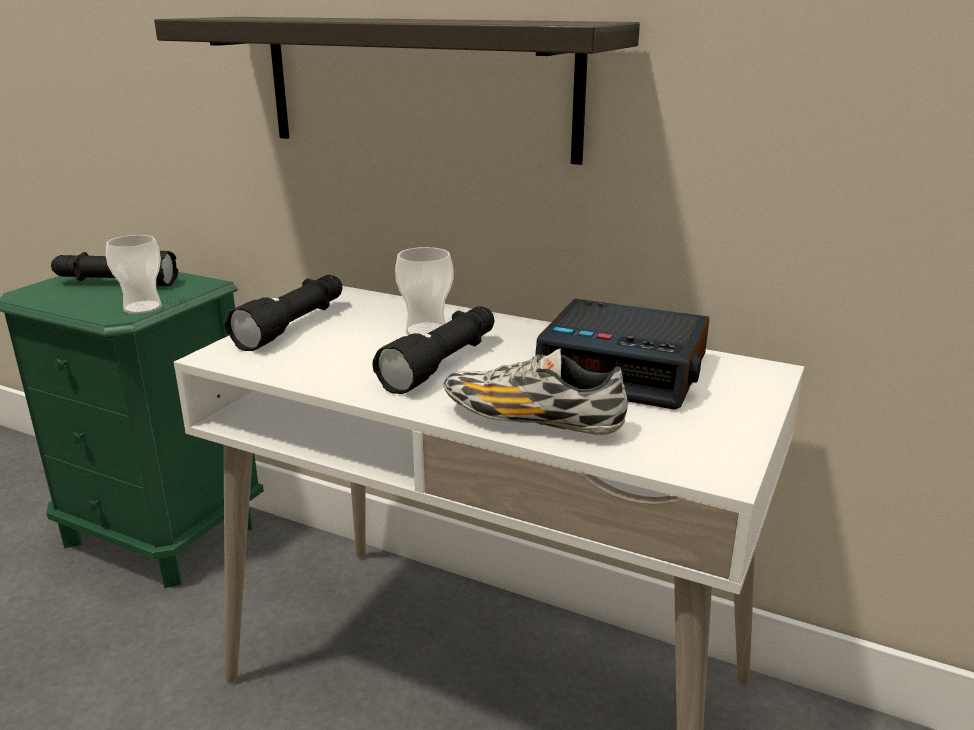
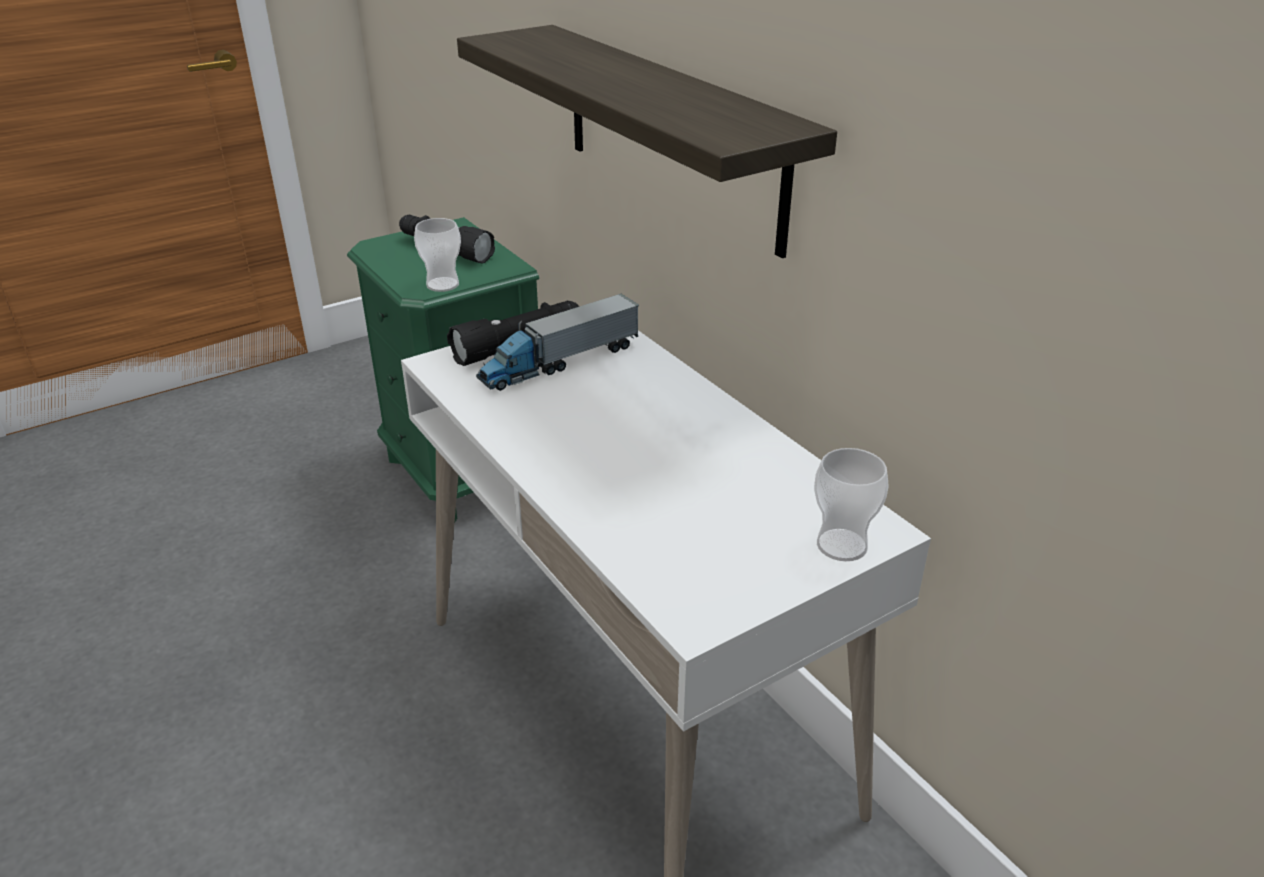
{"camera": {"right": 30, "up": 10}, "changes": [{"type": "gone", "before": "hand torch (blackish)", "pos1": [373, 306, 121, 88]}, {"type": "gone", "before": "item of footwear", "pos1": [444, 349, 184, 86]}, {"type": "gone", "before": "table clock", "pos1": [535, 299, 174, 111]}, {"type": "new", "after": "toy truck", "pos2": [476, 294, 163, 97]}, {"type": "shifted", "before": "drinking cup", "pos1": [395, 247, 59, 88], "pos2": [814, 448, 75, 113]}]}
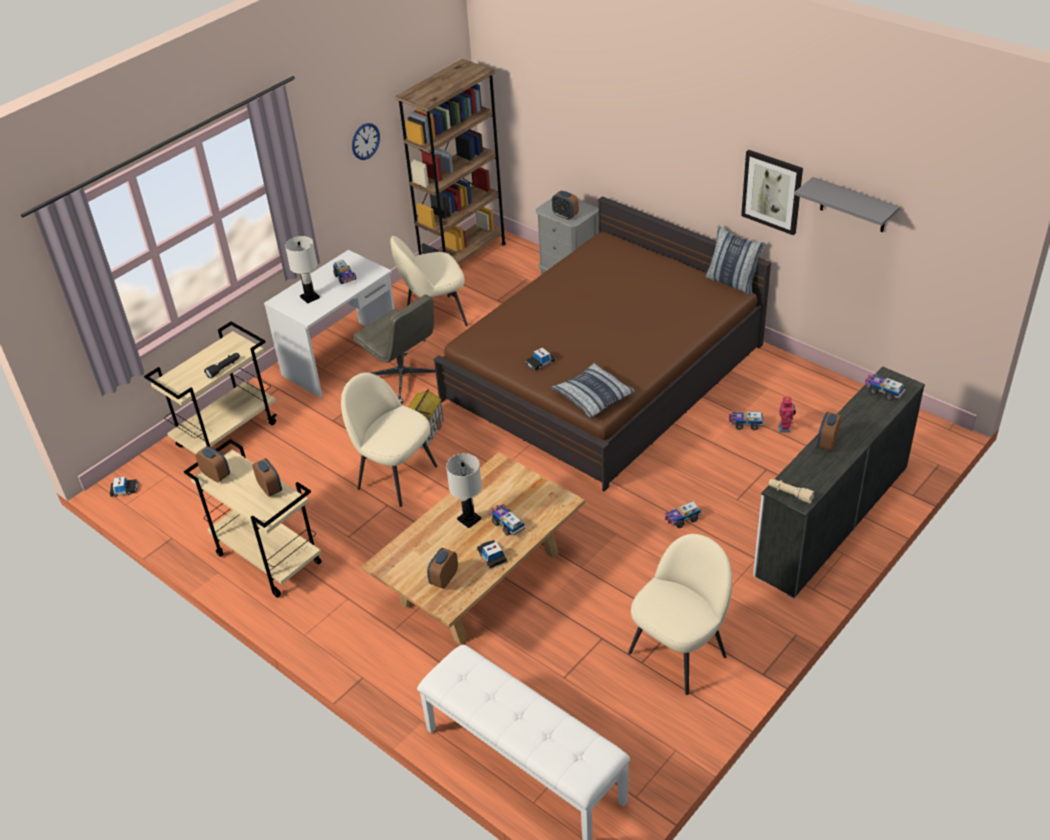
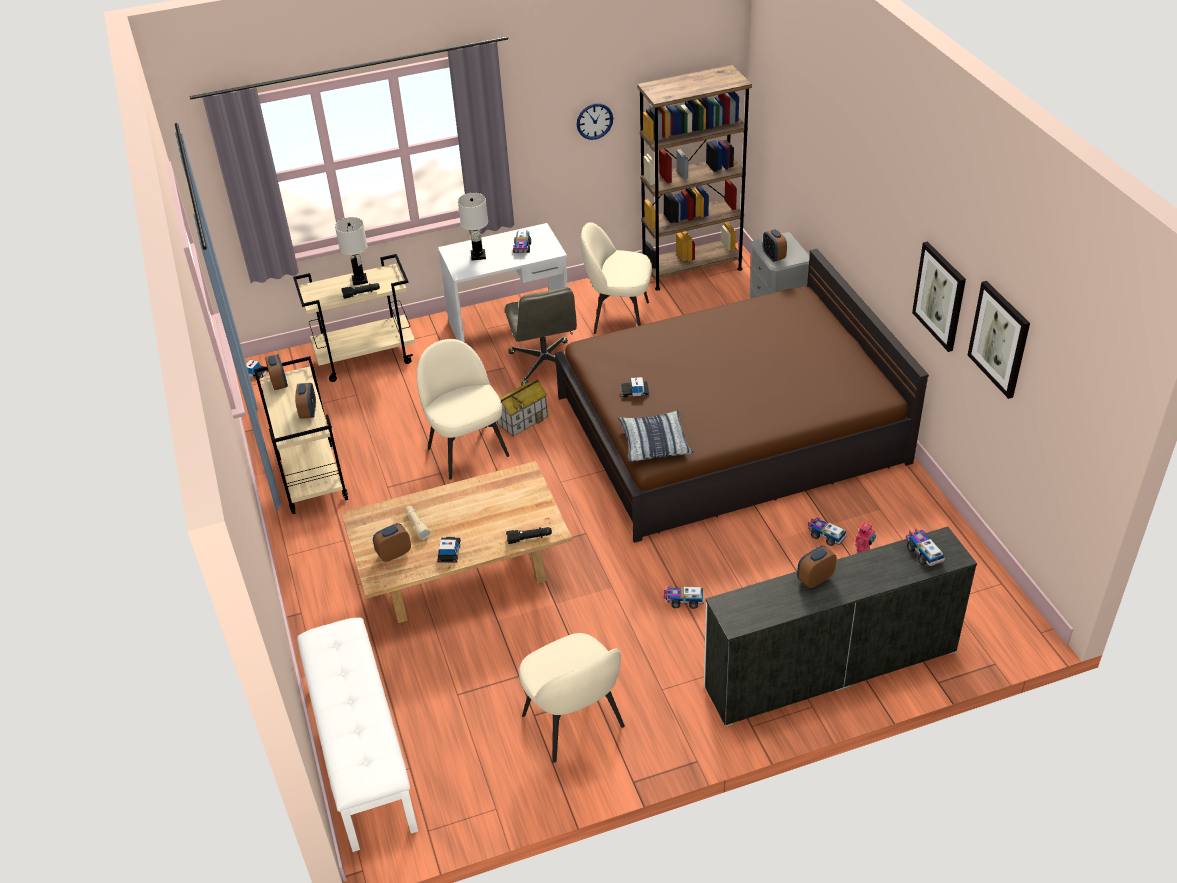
{"camera": {"right": 30, "up": 0}, "changes": [{"type": "gone", "before": "toy truck", "pos1": [490, 504, 35, 32]}, {"type": "gone", "before": "throw pillow", "pos1": [705, 225, 60, 71]}, {"type": "new", "after": "hand torch (blackish)", "pos2": [506, 527, 46, 17]}, {"type": "shifted", "before": "table lamp (whitish)", "pos1": [446, 453, 36, 75], "pos2": [335, 217, 33, 69]}, {"type": "shifted", "before": "hand torch (beige)", "pos1": [769, 479, 46, 25], "pos2": [406, 506, 24, 34]}, {"type": "swapped", "before": "bracket shelf (greyish)", "after": "wall art", "pos1": [795, 177, 105, 55], "pos2": [968, 281, 62, 118]}, {"type": "rotated", "before": "upright chair (beige)", "pos1": [628, 534, 104, 161], "pos2": [519, 633, 106, 130], "turn": 75}]}
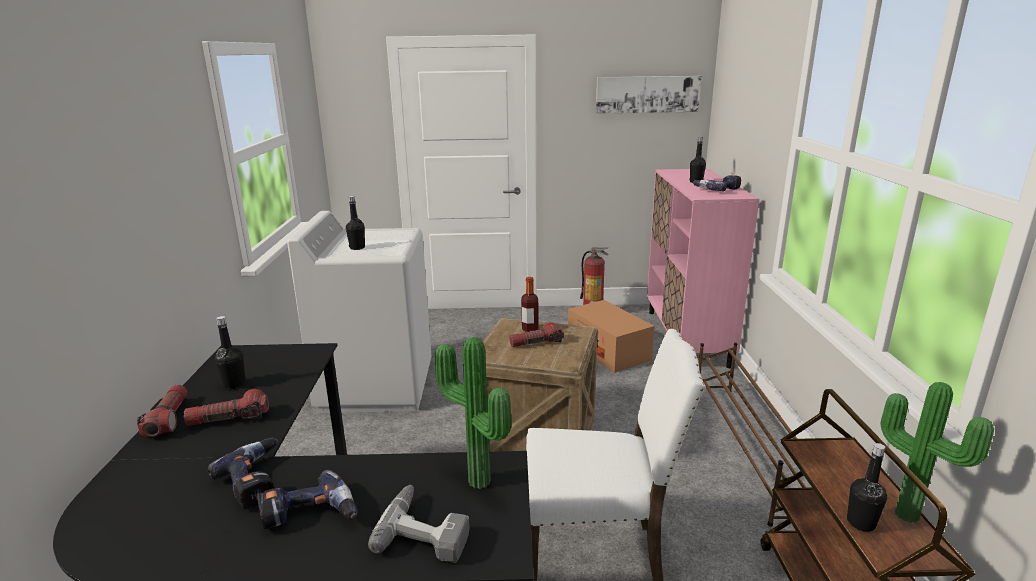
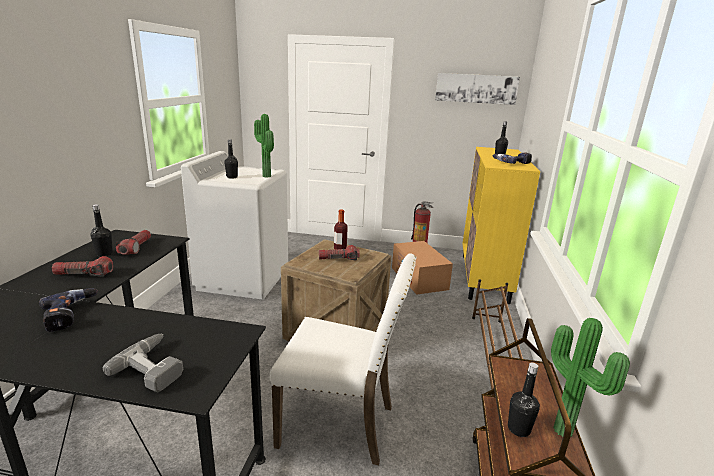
{"camera": {"right": 10, "up": 0}, "changes": [{"type": "gone", "before": "electric drill", "pos1": [256, 470, 102, 59]}, {"type": "shifted", "before": "hand torch", "pos1": [137, 385, 50, 52], "pos2": [116, 230, 35, 25]}, {"type": "shifted", "before": "potted plant", "pos1": [435, 337, 77, 152], "pos2": [254, 114, 20, 64]}, {"type": "repainted", "before": "storage cabinet (pink-coloured)", "after": "storage cabinet (yellow-coloured)", "pos1": [647, 169, 112, 199], "pos2": [463, 147, 77, 157]}]}
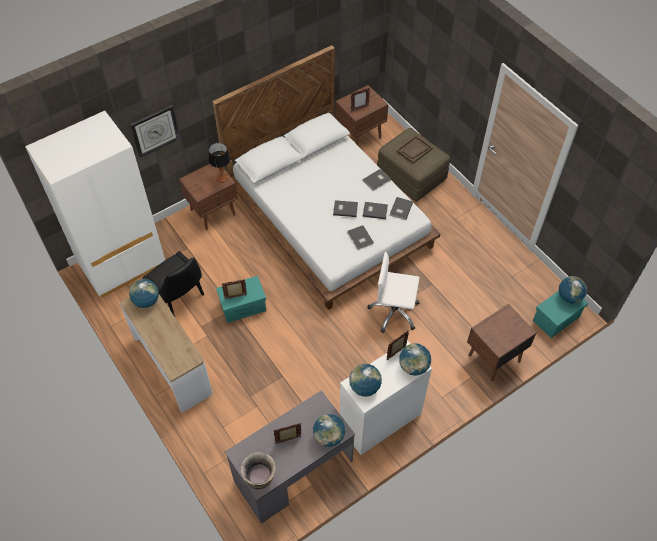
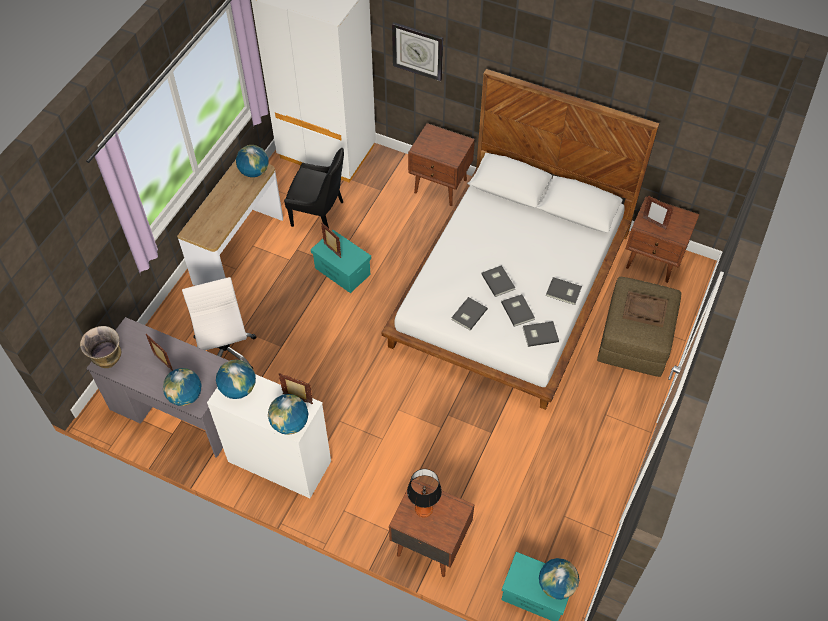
{"camera": {"right": 60, "up": 0}, "changes": [{"type": "shifted", "before": "table lamp", "pos1": [208, 143, 23, 40], "pos2": [407, 469, 35, 49]}, {"type": "shifted", "before": "office chair (whitish)", "pos1": [367, 252, 53, 81], "pos2": [182, 277, 74, 91]}, {"type": "rotated", "before": "upright chair (blackish)", "pos1": [143, 251, 61, 65], "pos2": [284, 148, 60, 80], "turn": -90}]}
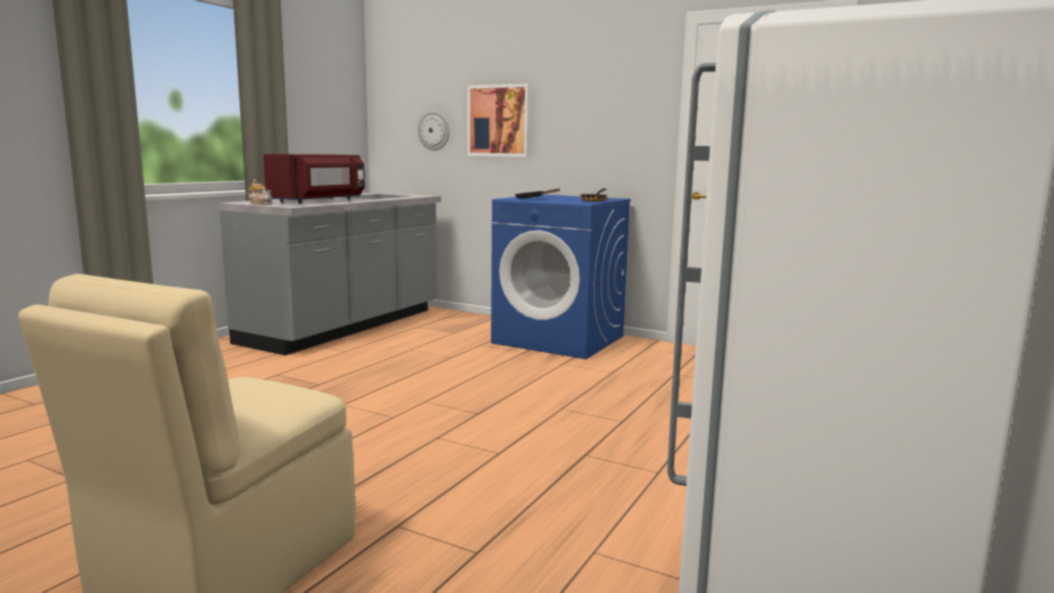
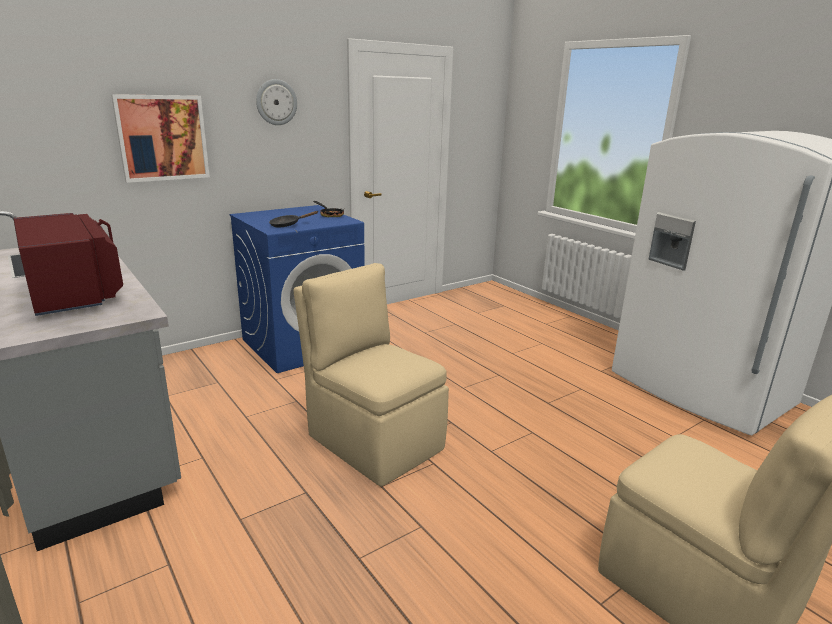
{"camera": {"right": -65, "up": 10}, "changes": [{"type": "gone", "before": "pot for tea", "pos1": [247, 179, 25, 26]}, {"type": "new", "after": "upright chair (beige)", "pos2": [294, 263, 155, 223]}, {"type": "shifted", "before": "wall clock", "pos1": [418, 111, 32, 39], "pos2": [256, 79, 41, 46]}]}
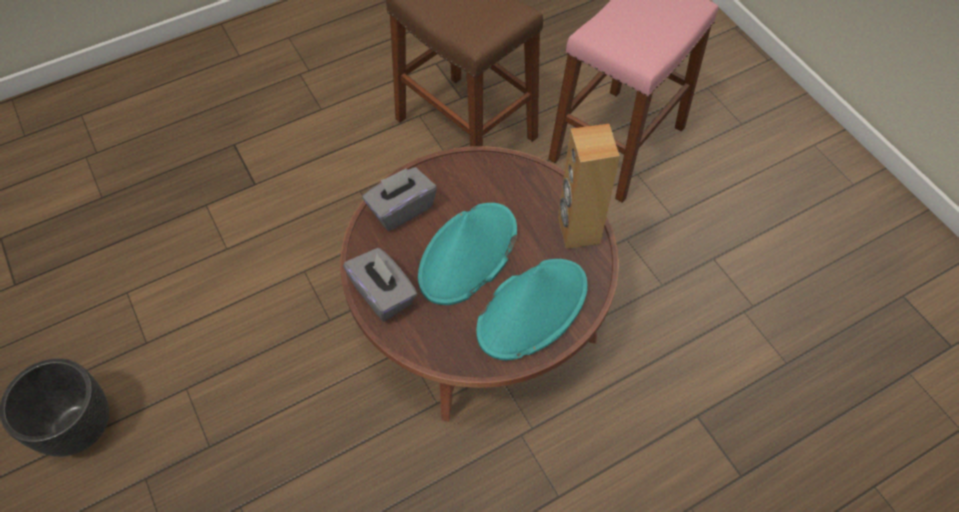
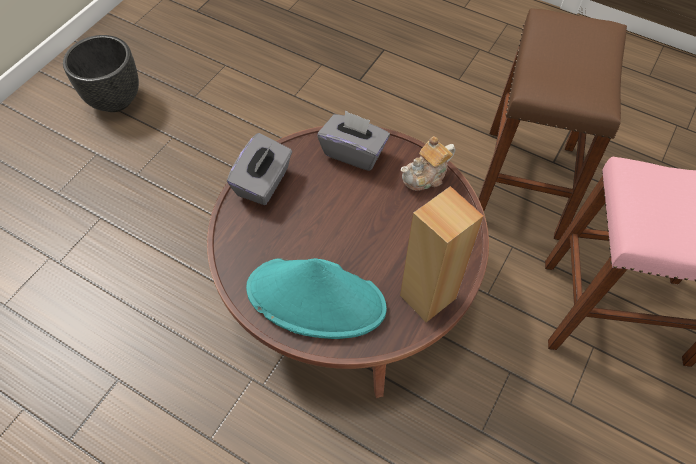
{"camera": {"right": 60, "up": 0}, "changes": [{"type": "gone", "before": "clothing hat (blue-green)", "pos1": [418, 203, 99, 102]}, {"type": "new", "after": "pot for tea", "pos2": [401, 136, 55, 55]}]}
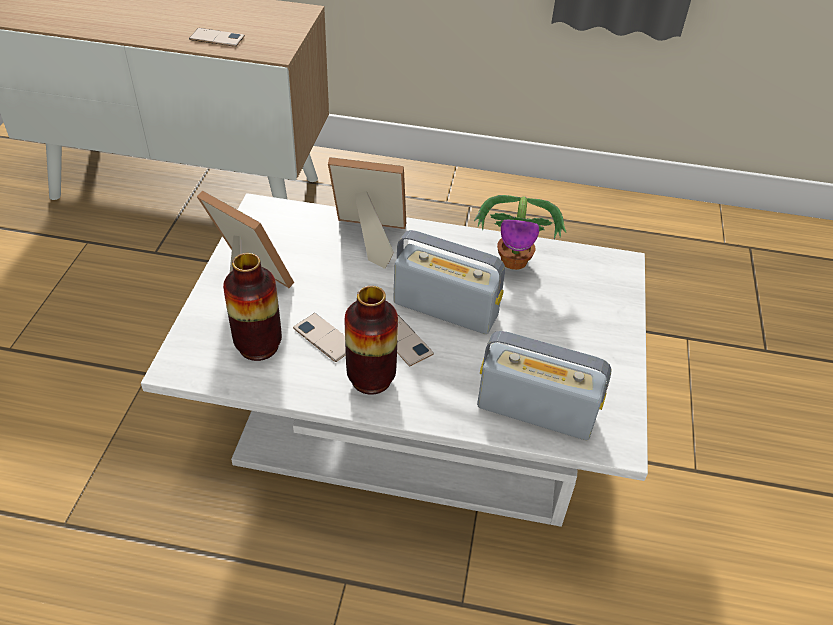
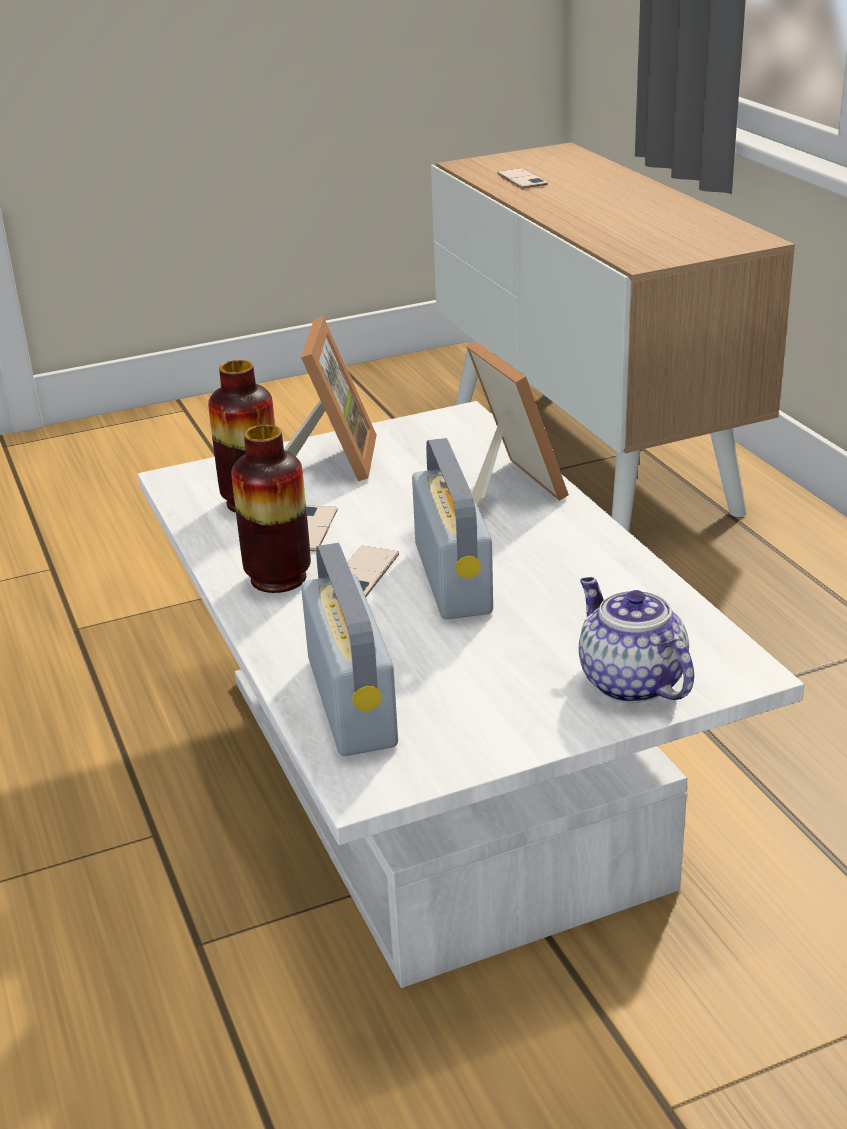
{"camera": {"right": 60, "up": -15}, "changes": [{"type": "gone", "before": "potted plant", "pos1": [474, 195, 93, 75]}, {"type": "new", "after": "pot for tea", "pos2": [579, 577, 115, 126]}, {"type": "shifted", "before": "telephone", "pos1": [189, 28, 56, 19], "pos2": [498, 168, 50, 21]}]}
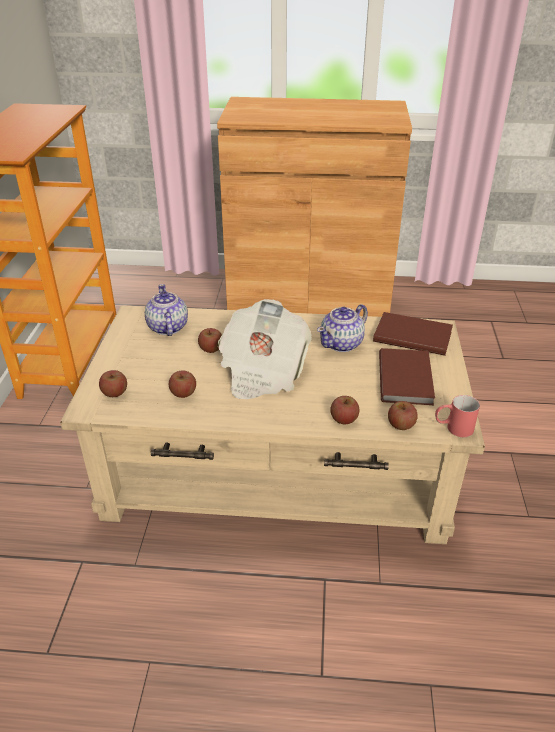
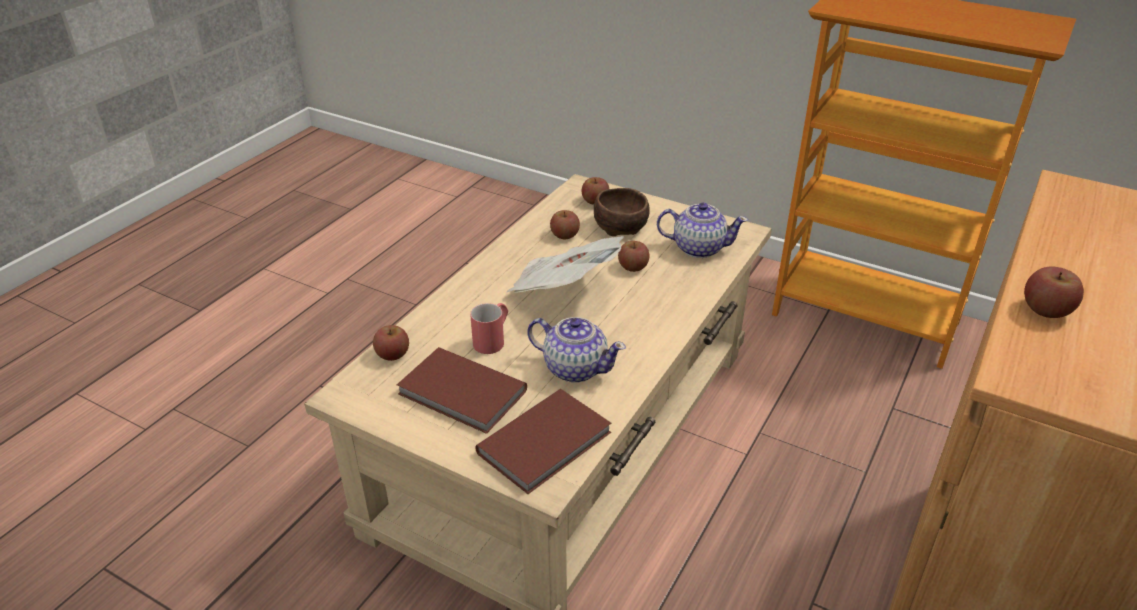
{"camera": {"right": 115, "up": 0}, "changes": [{"type": "new", "after": "serving bowl (brown)", "pos2": [594, 188, 56, 48]}, {"type": "shifted", "before": "apple fruit", "pos1": [331, 396, 28, 28], "pos2": [1024, 266, 60, 52]}, {"type": "shifted", "before": "coffee mug (red)", "pos1": [435, 395, 45, 42], "pos2": [470, 303, 38, 51]}, {"type": "rotated", "before": "pot for tea", "pos1": [317, 304, 51, 48], "pos2": [527, 317, 99, 66], "turn": 135}]}
